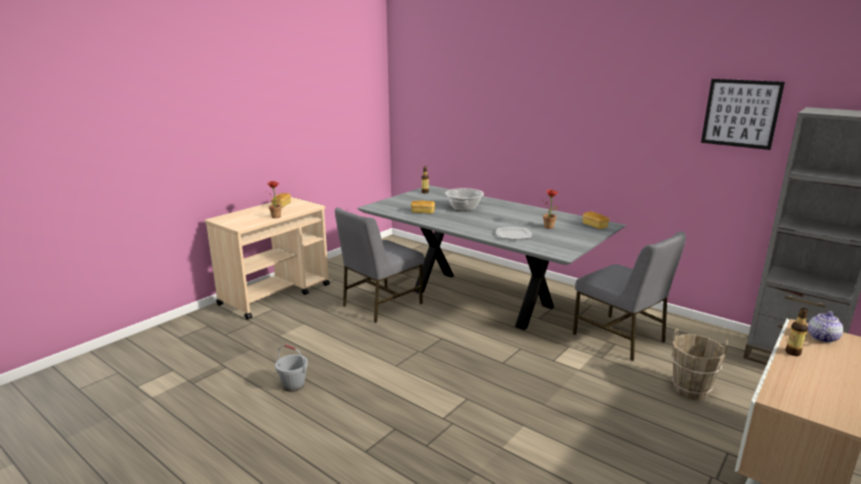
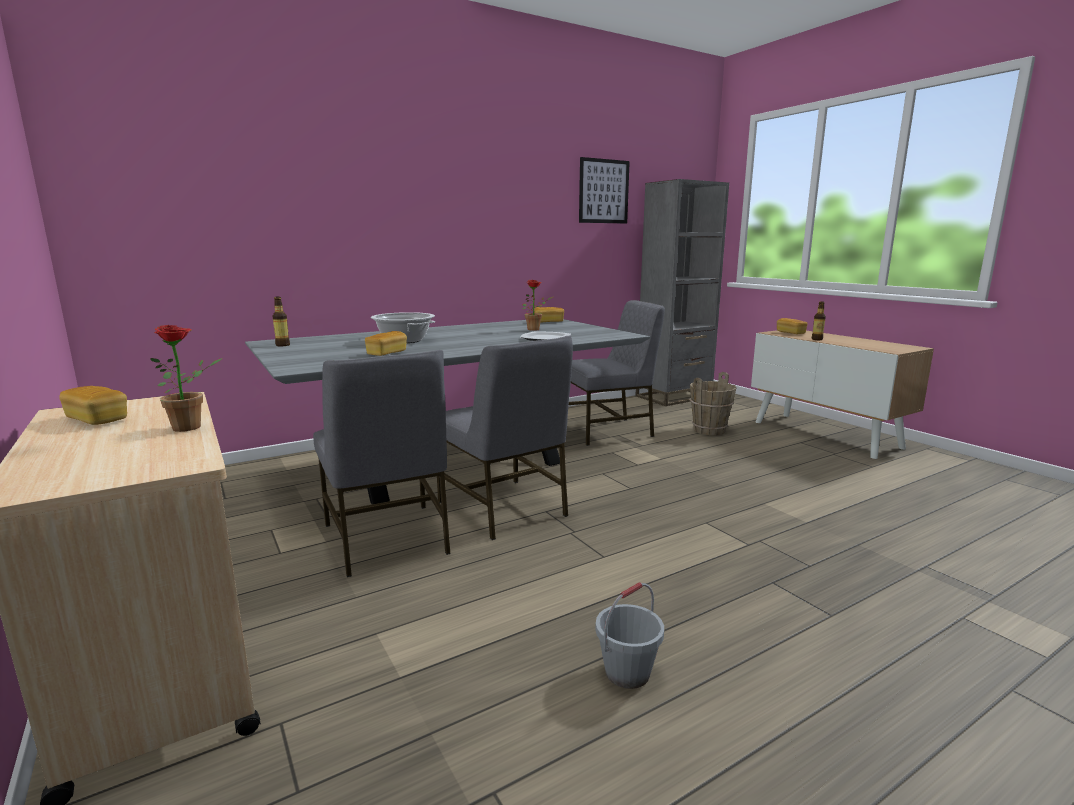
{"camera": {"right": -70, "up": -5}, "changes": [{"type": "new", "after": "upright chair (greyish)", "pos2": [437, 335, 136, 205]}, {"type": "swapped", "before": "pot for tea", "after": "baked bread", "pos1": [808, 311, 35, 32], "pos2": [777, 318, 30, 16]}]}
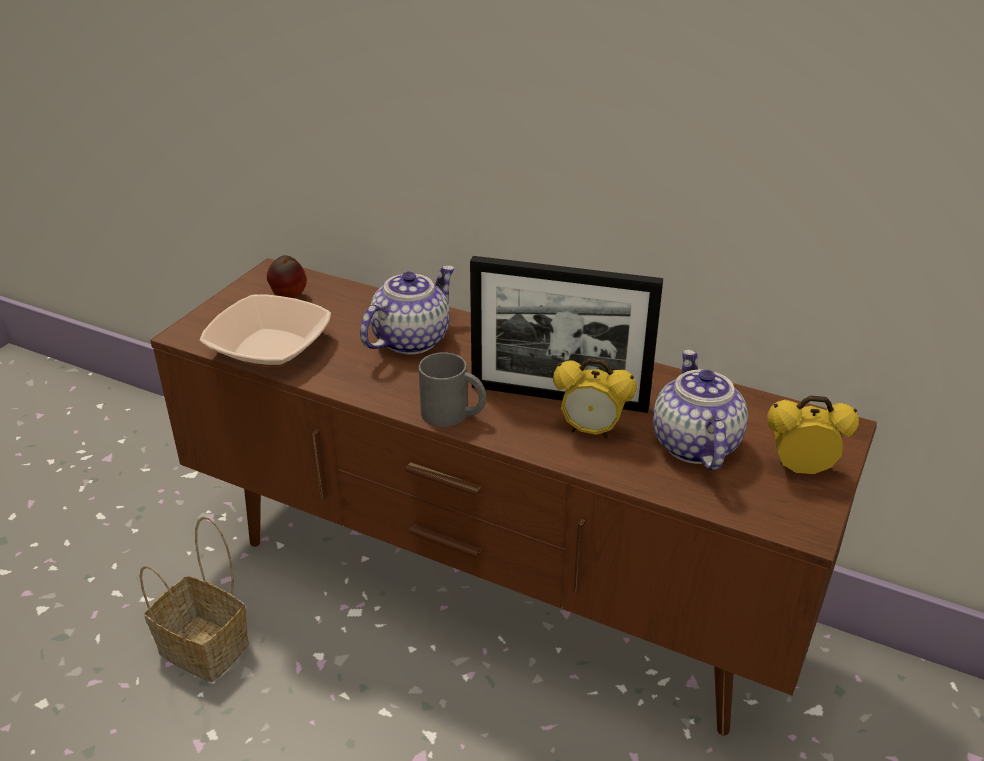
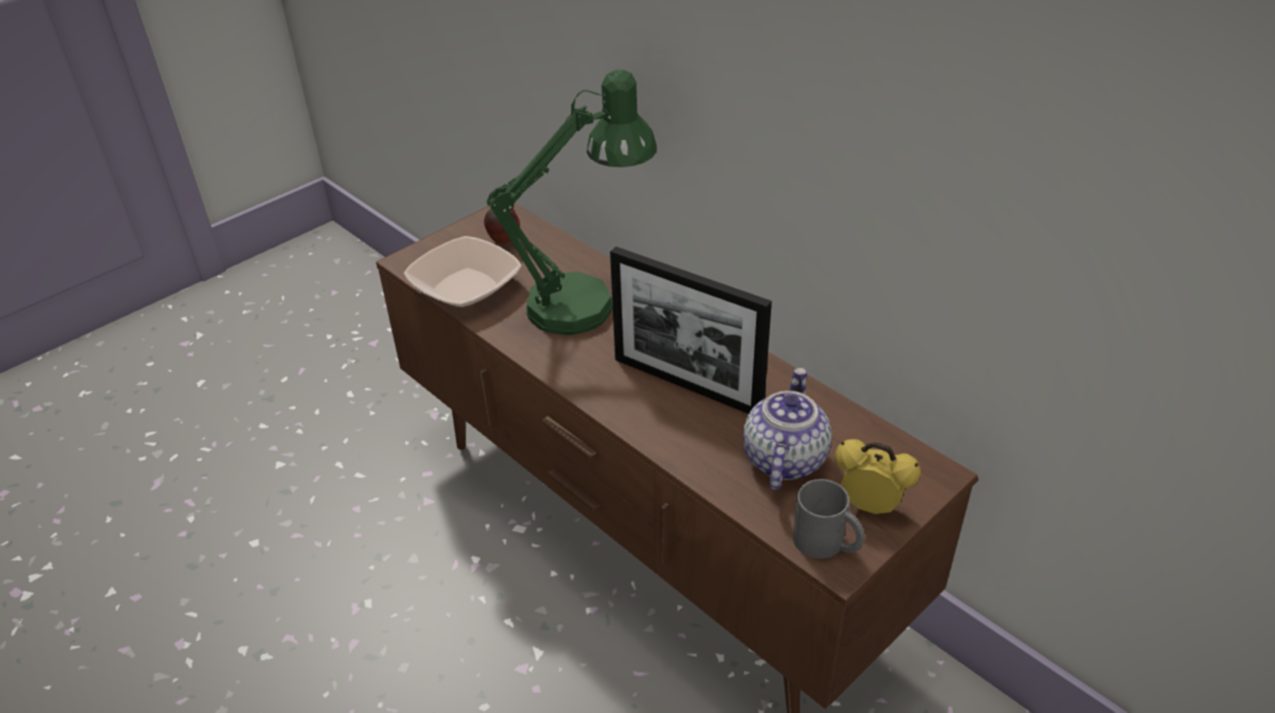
{"camera": {"right": 20, "up": 5}, "changes": [{"type": "gone", "before": "household basket", "pos1": [139, 516, 110, 166]}, {"type": "gone", "before": "table clock", "pos1": [553, 358, 84, 81]}, {"type": "shifted", "before": "coffee mug (greyish)", "pos1": [418, 352, 68, 75], "pos2": [793, 479, 72, 80]}, {"type": "swapped", "before": "pot for tea", "after": "table lamp (green)", "pos1": [360, 266, 95, 88], "pos2": [486, 70, 171, 265]}]}
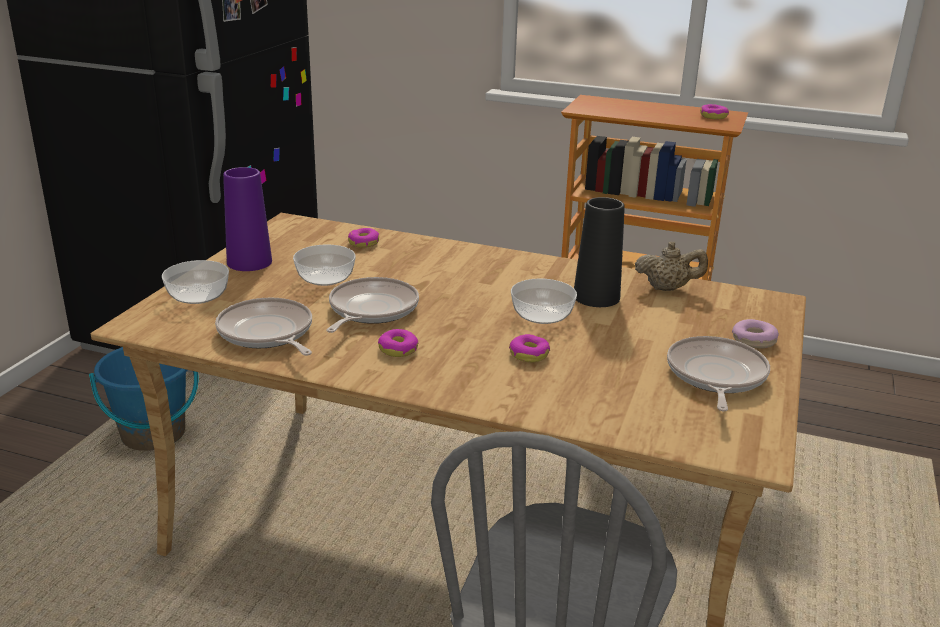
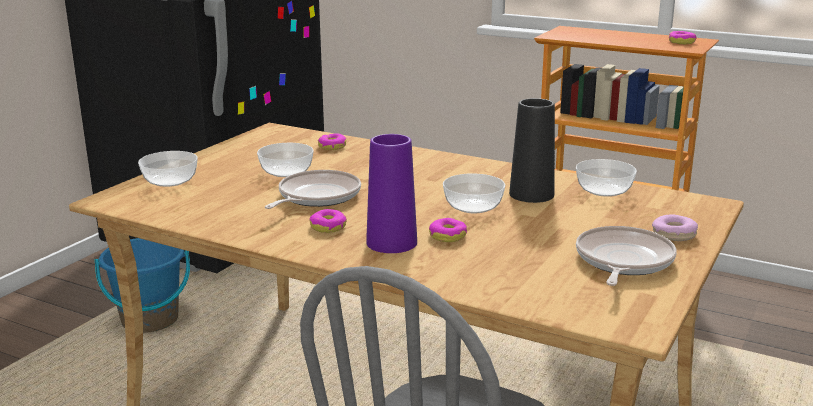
{"camera": {"right": 10, "up": -5}, "changes": [{"type": "gone", "before": "pan", "pos1": [215, 298, 97, 58]}, {"type": "shifted", "before": "vase (purple-coloured)", "pos1": [223, 167, 49, 104], "pos2": [366, 134, 51, 119]}, {"type": "swapped", "before": "pot for tea (beige)", "after": "serving bowl", "pos1": [635, 242, 73, 49], "pos2": [576, 159, 61, 38]}]}
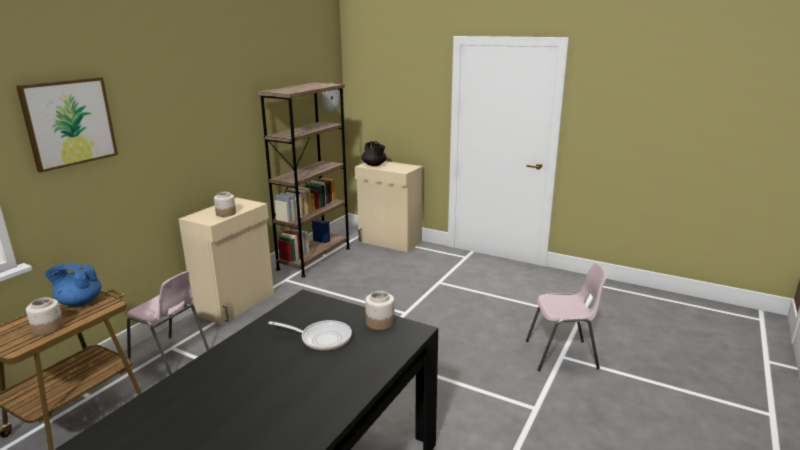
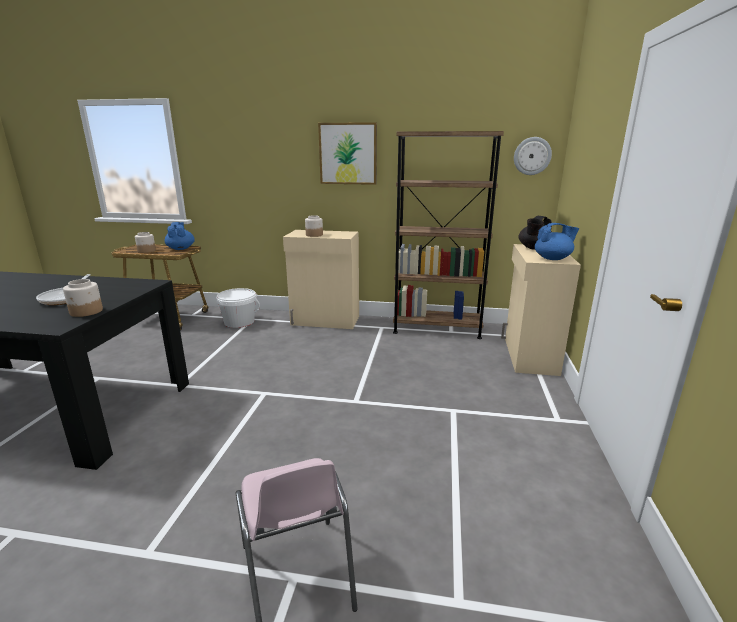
{"camera": {"right": 70, "up": 0}, "changes": [{"type": "new", "after": "pot for tea (blue-coloured)", "pos2": [535, 223, 44, 37]}, {"type": "shifted", "before": "wall art", "pos1": [16, 77, 102, 96], "pos2": [318, 122, 59, 63]}, {"type": "swapped", "before": "upright chair (pink-coloured)", "after": "water bucket (whitish)", "pos1": [127, 271, 82, 104], "pos2": [216, 288, 44, 40]}]}
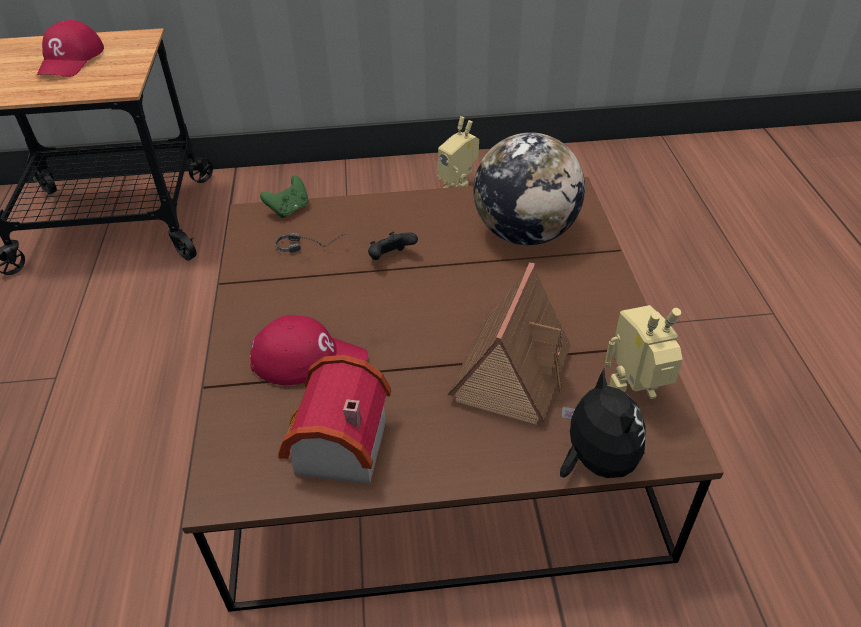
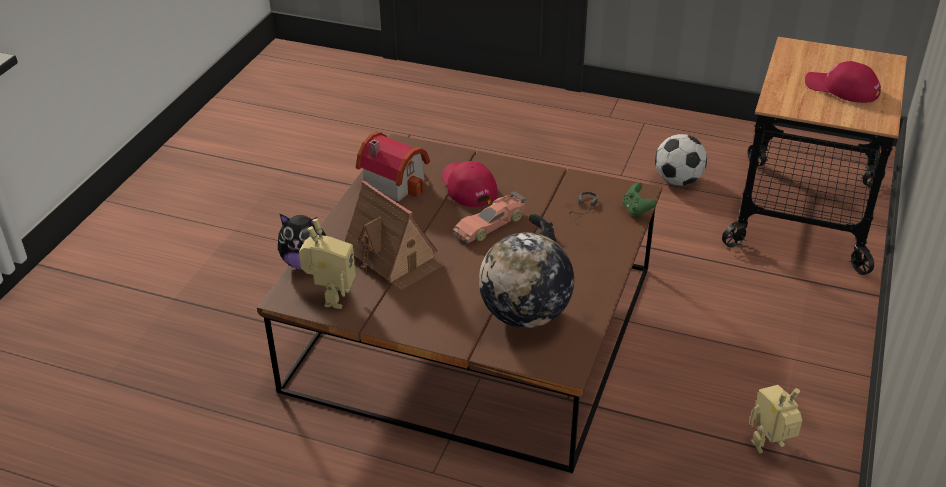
{"camera": {"right": 115, "up": -5}, "changes": [{"type": "new", "after": "miniature car", "pos2": [453, 191, 72, 53]}, {"type": "new", "after": "ball for football", "pos2": [655, 134, 52, 52]}, {"type": "rotated", "before": "peaked cap (red)", "pos1": [250, 315, 118, 70], "pos2": [442, 161, 56, 46], "turn": 120}]}
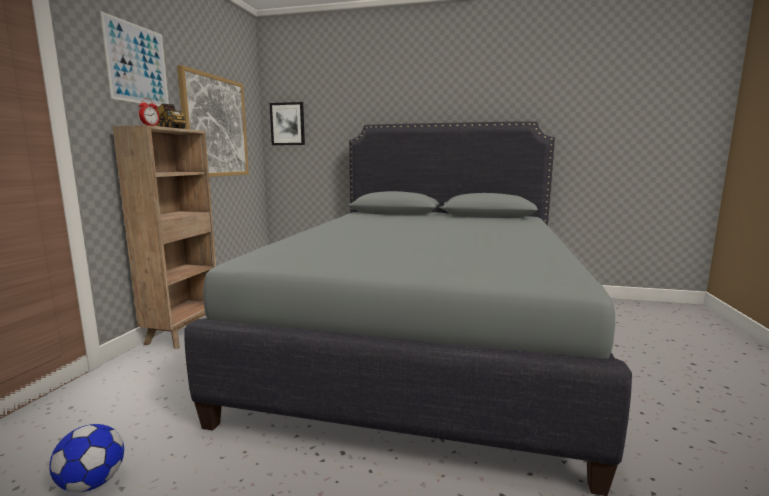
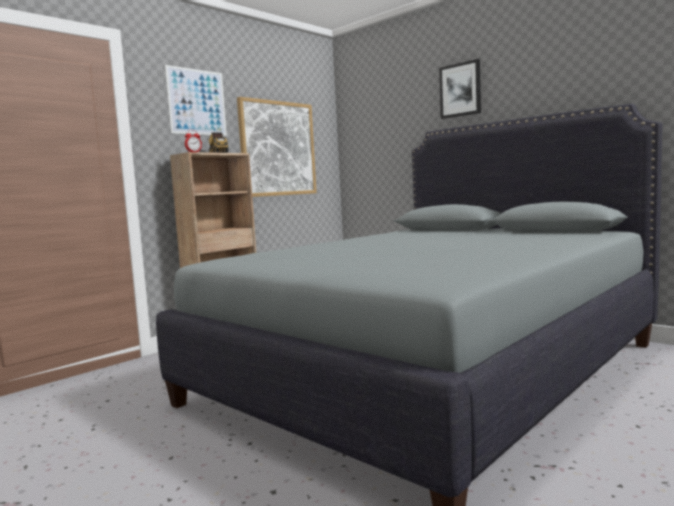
{"camera": {"right": 30, "up": -5}, "changes": [{"type": "gone", "before": "ball for football", "pos1": [49, 424, 75, 68]}, {"type": "shifted", "before": "wall art", "pos1": [270, 102, 35, 43], "pos2": [439, 59, 42, 60]}]}
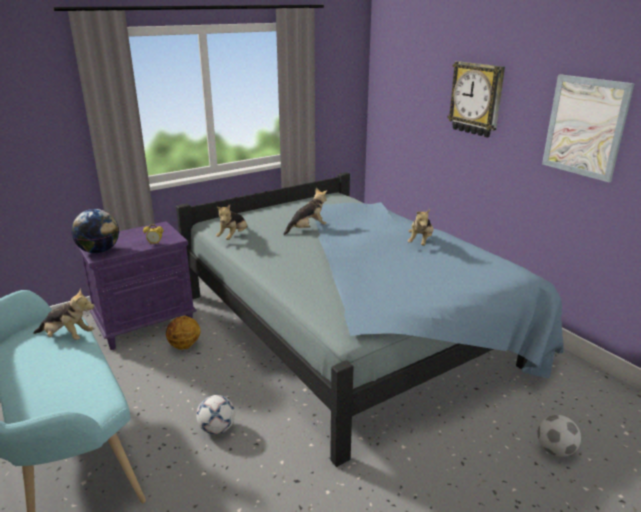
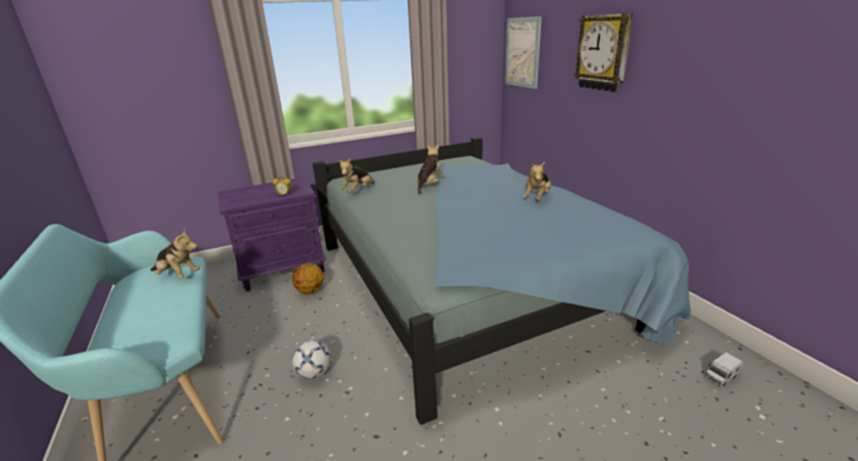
{"camera": {"right": 10, "up": 0}, "changes": [{"type": "gone", "before": "globe", "pos1": [71, 209, 48, 44]}, {"type": "gone", "before": "ball for football", "pos1": [538, 415, 43, 42]}, {"type": "new", "after": "toy truck", "pos2": [704, 353, 39, 34]}, {"type": "shifted", "before": "wall art", "pos1": [542, 74, 93, 108], "pos2": [505, 16, 37, 73]}, {"type": "rotated", "before": "cuddly toy", "pos1": [283, 188, 44, 47], "pos2": [417, 145, 27, 50], "turn": -45}]}
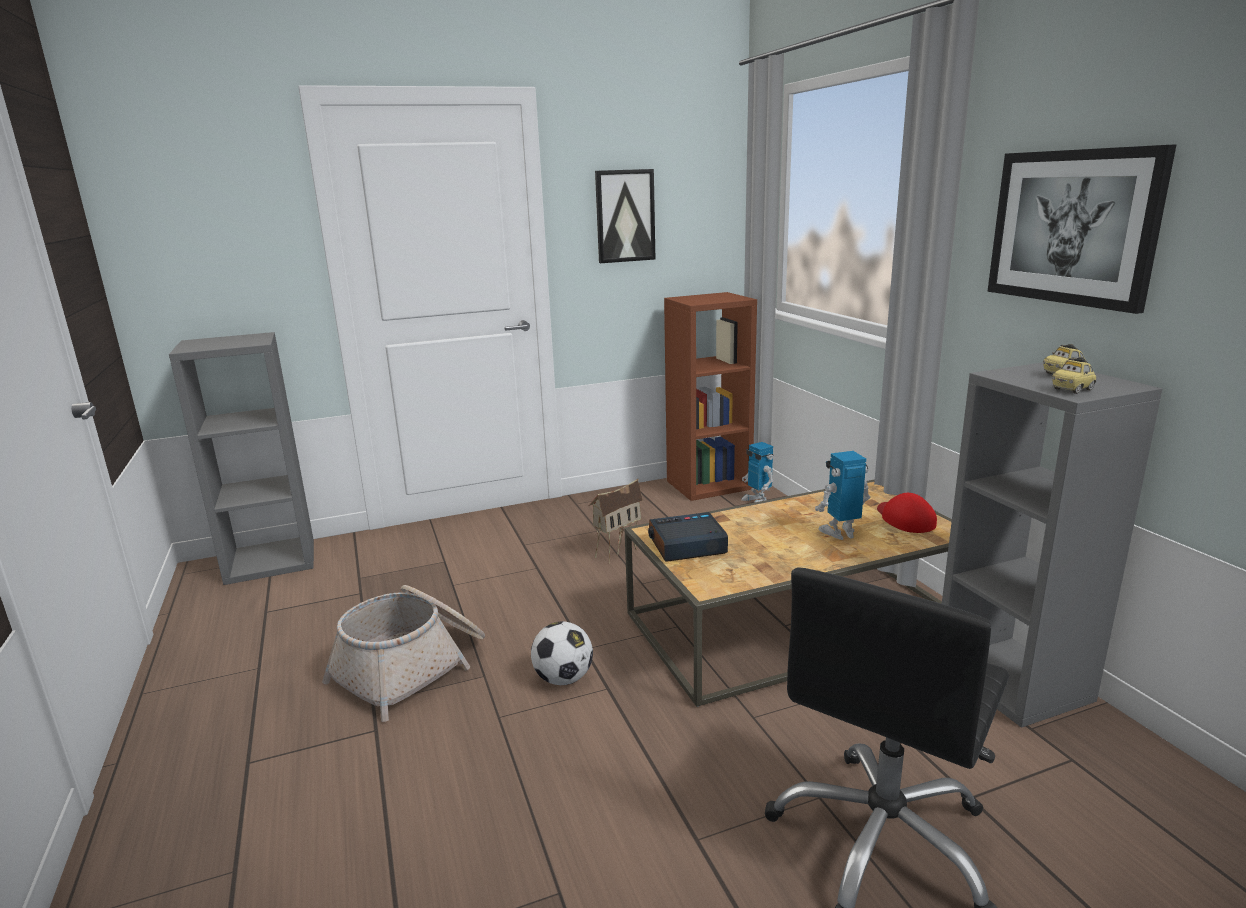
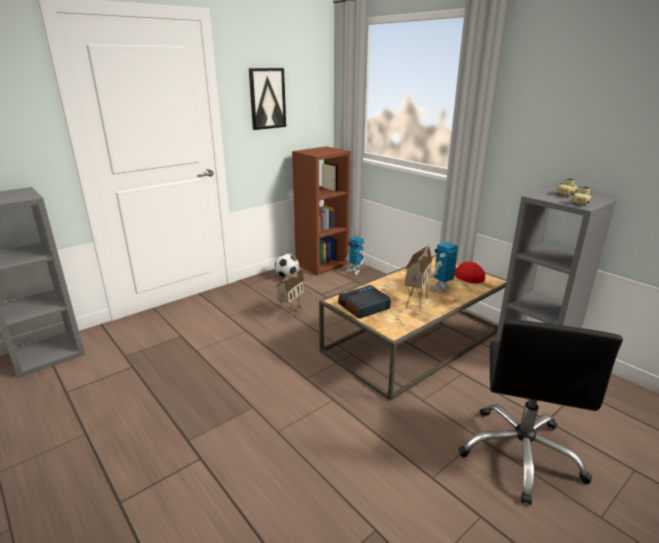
{"camera": {"right": -20, "up": 5}, "changes": [{"type": "gone", "before": "household basket", "pos1": [322, 585, 163, 137]}, {"type": "gone", "before": "wall art", "pos1": [987, 144, 190, 170]}, {"type": "new", "after": "model house", "pos2": [404, 245, 29, 67]}, {"type": "shifted", "before": "ball for football", "pos1": [531, 621, 62, 64], "pos2": [275, 254, 24, 24]}]}
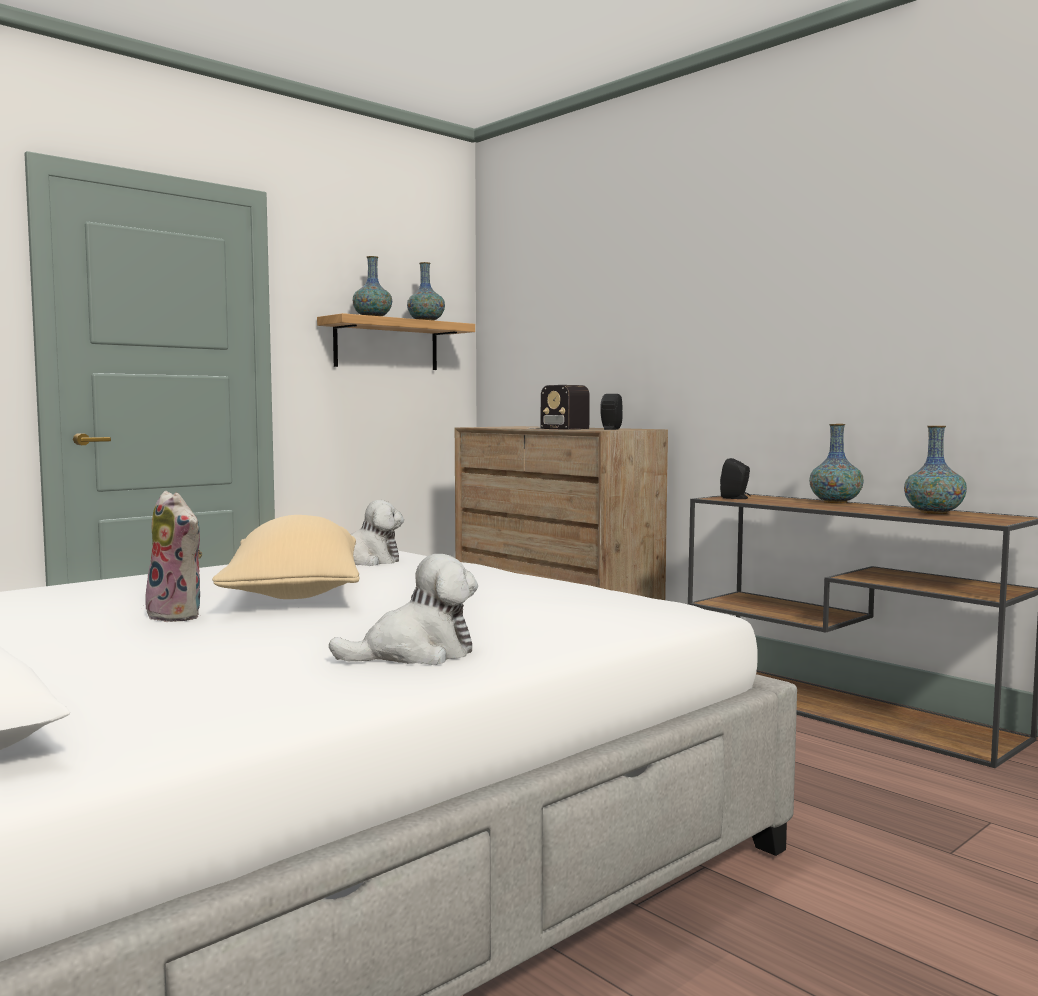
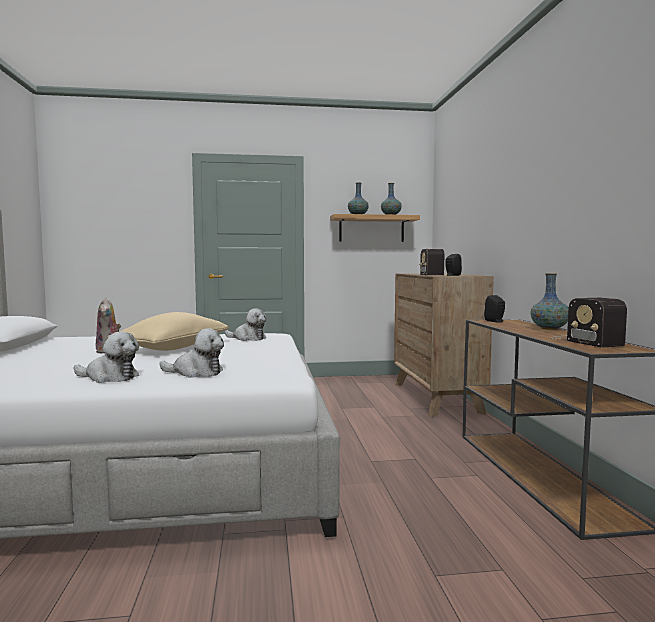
{"camera": {"right": 35, "up": 0}, "changes": [{"type": "new", "after": "cuddly toy", "pos2": [160, 328, 64, 50]}, {"type": "swapped", "before": "vase", "after": "radio receiver", "pos1": [904, 426, 63, 88], "pos2": [551, 298, 76, 50]}]}
